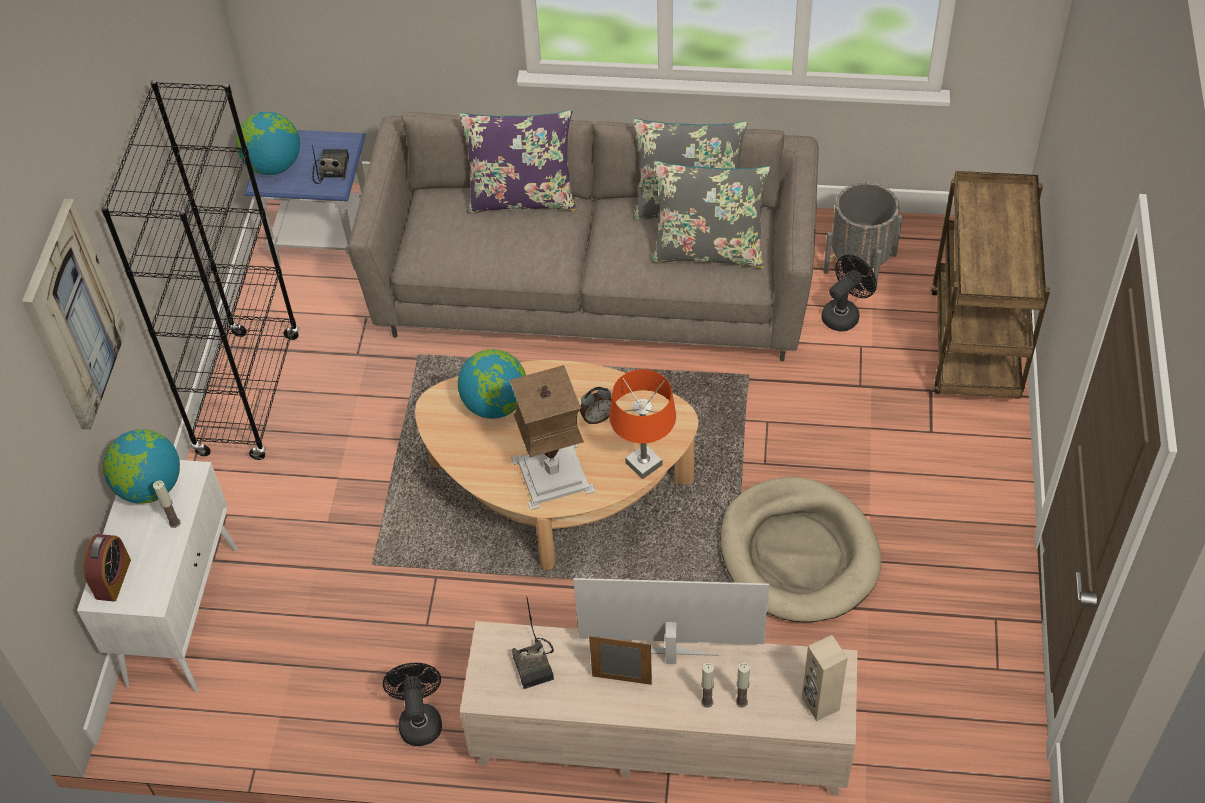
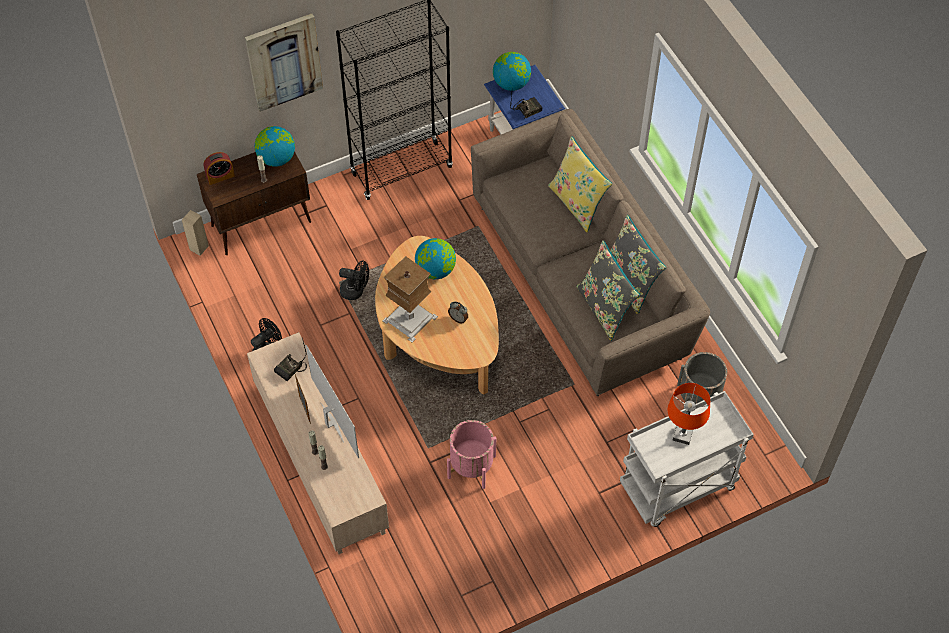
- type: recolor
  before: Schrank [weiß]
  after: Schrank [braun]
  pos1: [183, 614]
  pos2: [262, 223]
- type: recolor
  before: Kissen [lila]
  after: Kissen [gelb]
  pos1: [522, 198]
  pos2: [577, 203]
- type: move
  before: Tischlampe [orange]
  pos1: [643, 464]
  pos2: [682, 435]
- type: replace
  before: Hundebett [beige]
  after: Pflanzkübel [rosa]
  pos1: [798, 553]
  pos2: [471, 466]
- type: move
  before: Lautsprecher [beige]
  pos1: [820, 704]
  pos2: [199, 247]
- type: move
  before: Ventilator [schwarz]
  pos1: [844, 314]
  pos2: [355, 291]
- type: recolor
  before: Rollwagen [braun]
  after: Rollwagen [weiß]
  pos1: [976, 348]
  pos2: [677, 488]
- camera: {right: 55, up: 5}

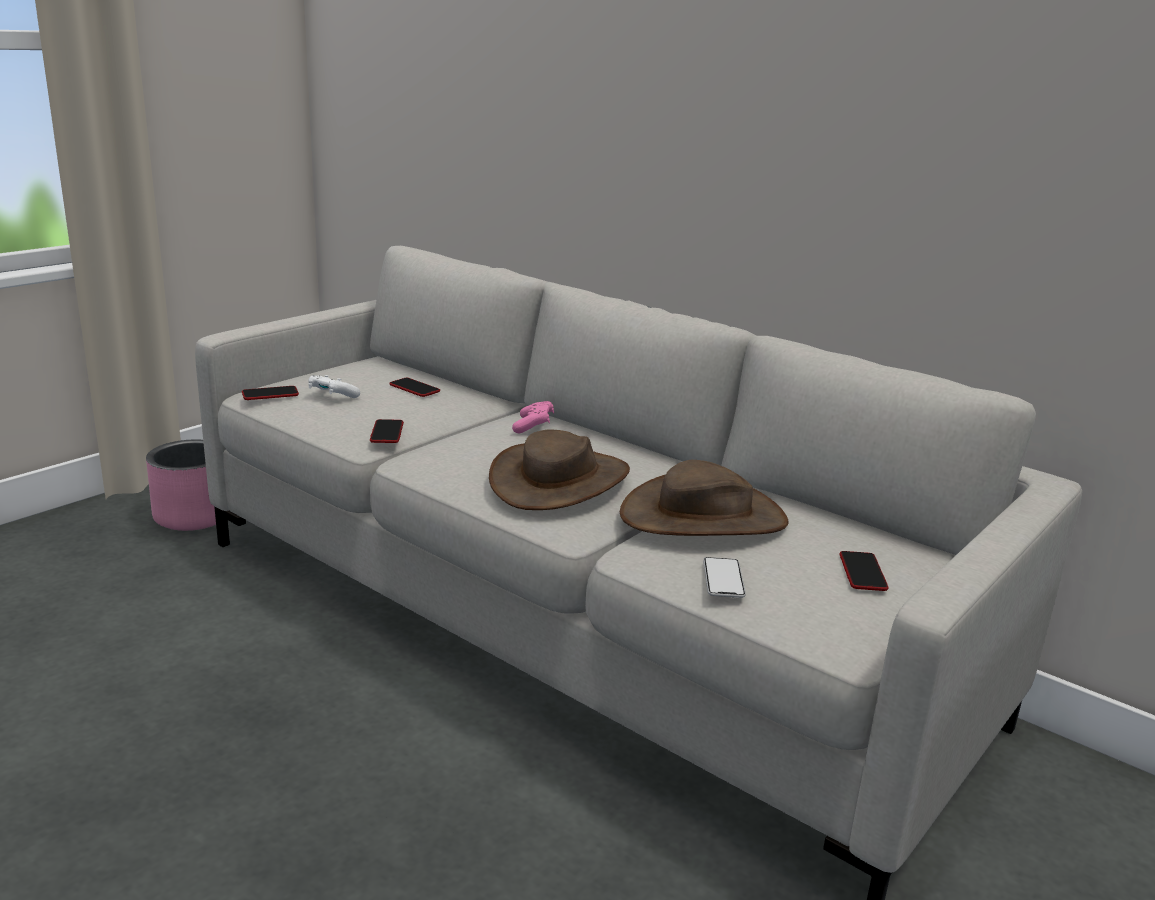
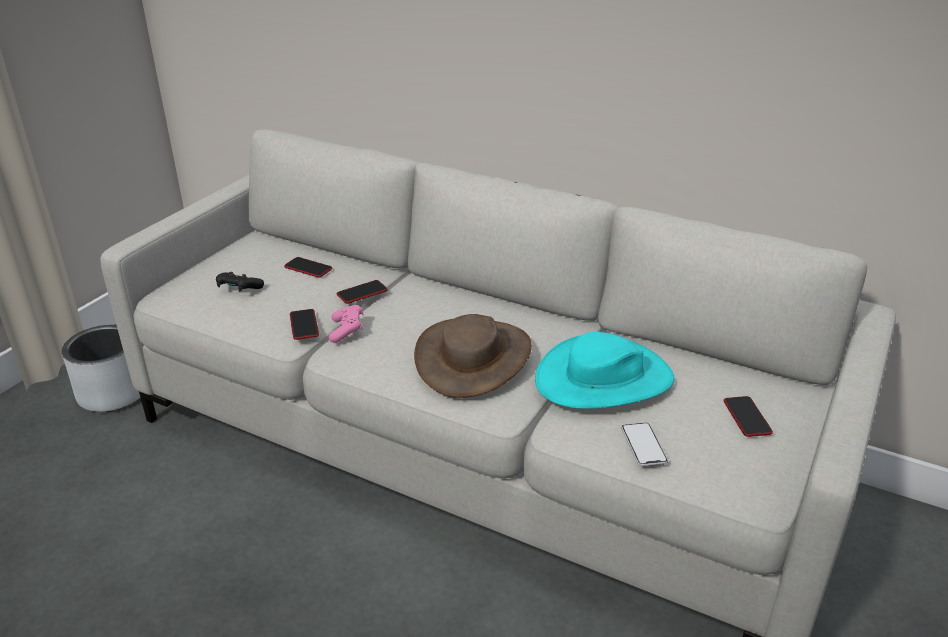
- type: recolor
  before: Pflanzkübel [rosa]
  after: Pflanzkübel [grau]
  pos1: [194, 515]
  pos2: [113, 393]
- type: move
  before: Handy
  pos1: [270, 394]
  pos2: [362, 293]
- type: recolor
  before: Gamepad [weiß]
  after: Gamepad [schwarz]
  pos1: [332, 396]
  pos2: [239, 290]
- type: move
  before: Gamepad [rosa]
  pos1: [533, 426]
  pos2: [347, 331]
- type: recolor
  before: Hut [braun]
  after: Hut [türkis]
  pos1: [703, 517]
  pos2: [604, 379]
- camera: {right: -10, up: 10}

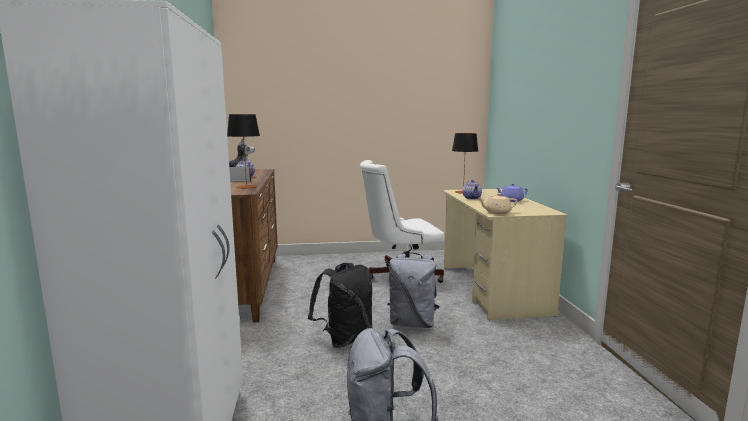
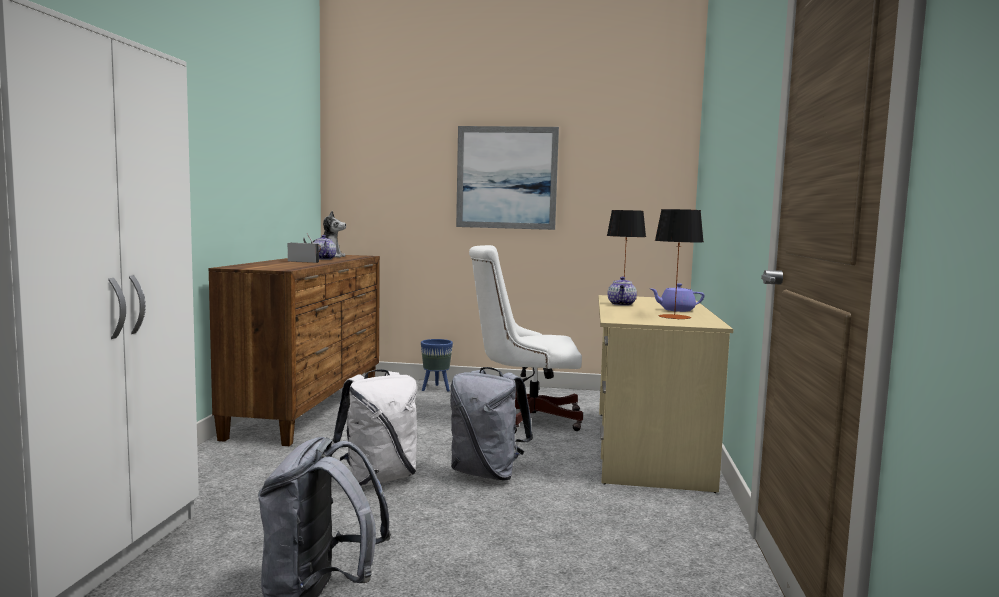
- type: move
  before: Tischlampe
  pos1: [246, 187]
  pos2: [674, 317]
- type: recolor
  before: Rucksack [schwarz]
  after: Rucksack [weiß]
  pos1: [345, 338]
  pos2: [378, 478]
- type: delete
  before: Teekanne [beige]
  pos1: [497, 212]
- type: insert
  after: Pflanzkübel [blau]
  pos2: [436, 389]
- type: insert
  after: Bild
  pos2: [506, 178]
- camera: {right: 15, up: -5}

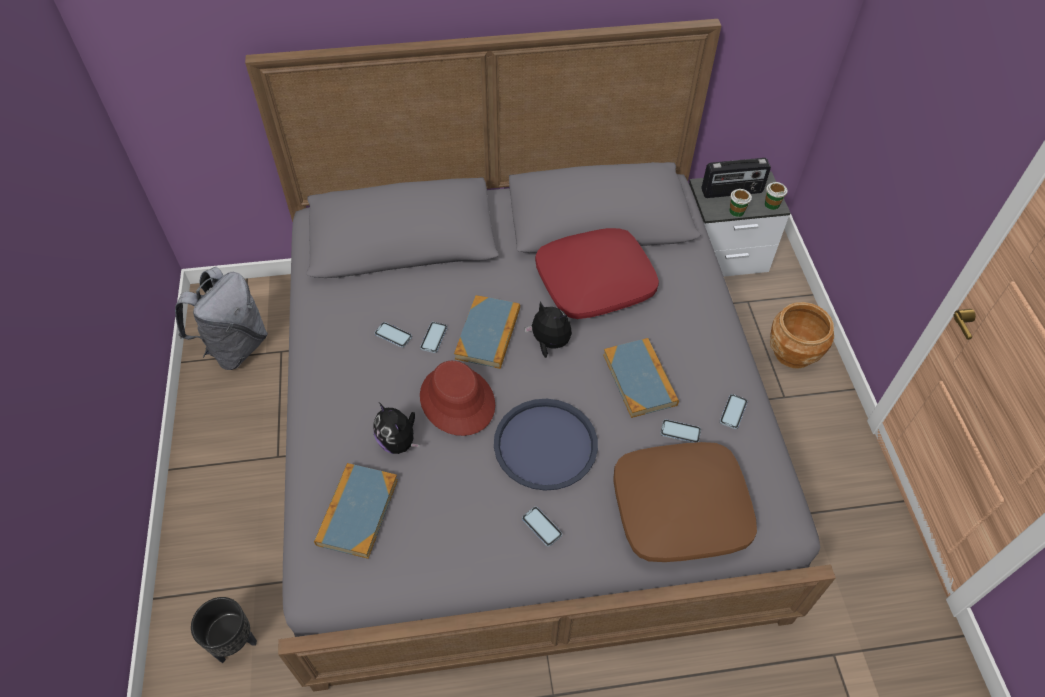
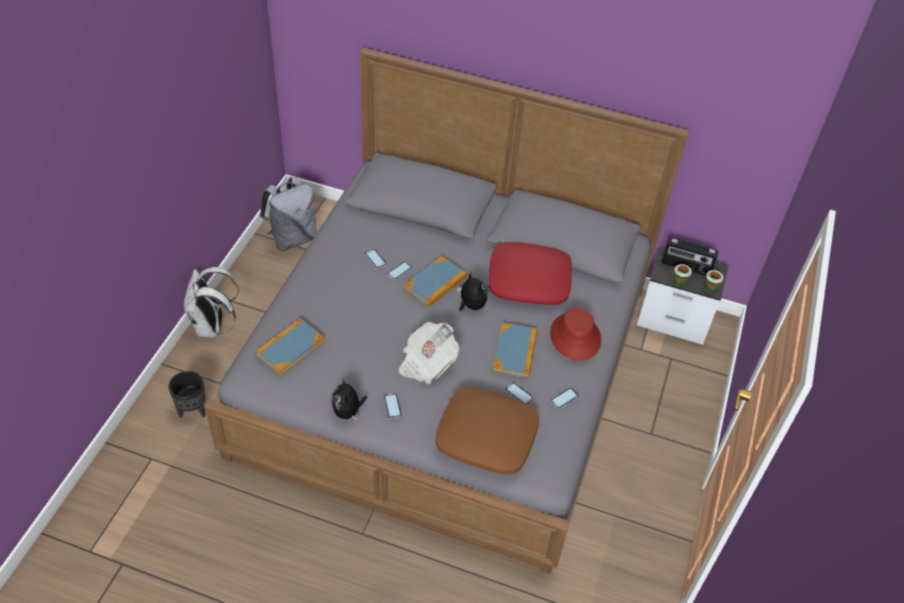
- type: move
  before: Plüschtier
  pos1: [398, 442]
  pos2: [348, 412]
- type: move
  before: Hut [rot]
  pos1: [457, 401]
  pos2: [575, 337]
- type: replace
  before: Tablett [blau]
  after: Zeitung
  pos1: [545, 445]
  pos2: [426, 363]
- type: delete
  before: Pflanzkübel [braun]
  pos1: [793, 352]
- type: insert
  after: Rucksack [weiß]
  pos2: [212, 327]
- camera: {right: 25, up: -5}

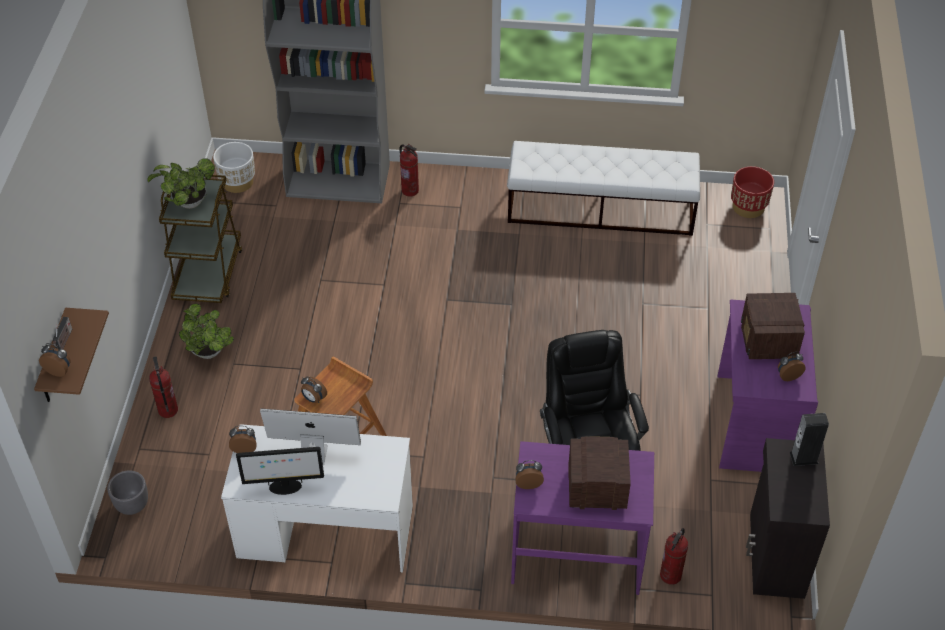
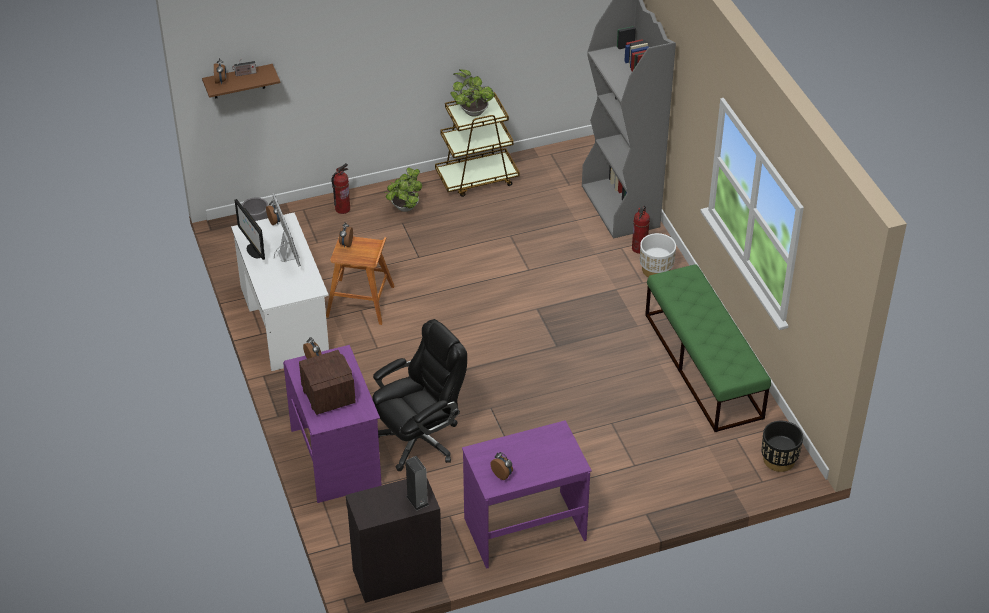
- type: move
  before: Pflanzkübel [weiß]
  pos1: [237, 182]
  pos2: [656, 270]
- type: recolor
  before: Bank [weiß]
  after: Bank [grün]
  pos1: [601, 209]
  pos2: [703, 366]
- type: delete
  before: Feuerlöscher
  pos1: [671, 575]
- type: recolor
  before: Pflanzkübel [rot]
  after: Pflanzkübel [schwarz]
  pos1: [748, 207]
  pos2: [779, 460]
- type: delete
  before: Radio
  pos1: [768, 342]
- camera: {right: 65, up: -5}

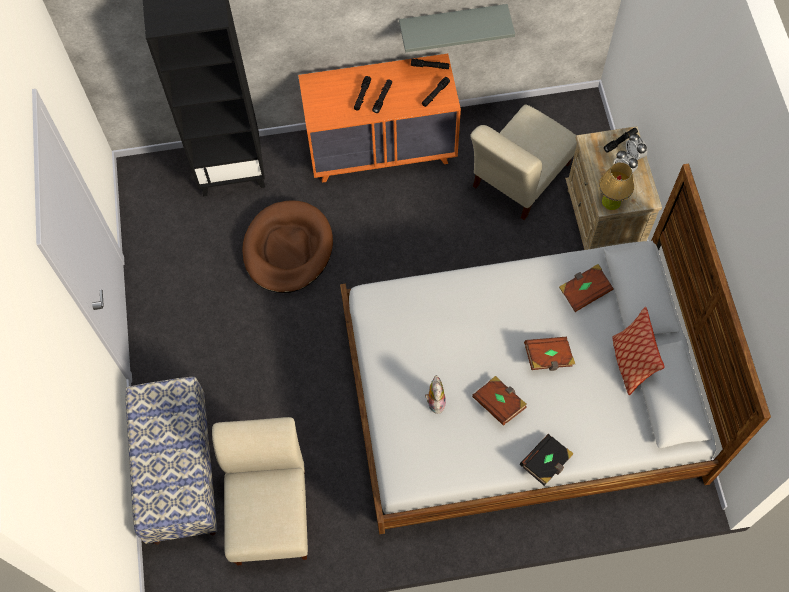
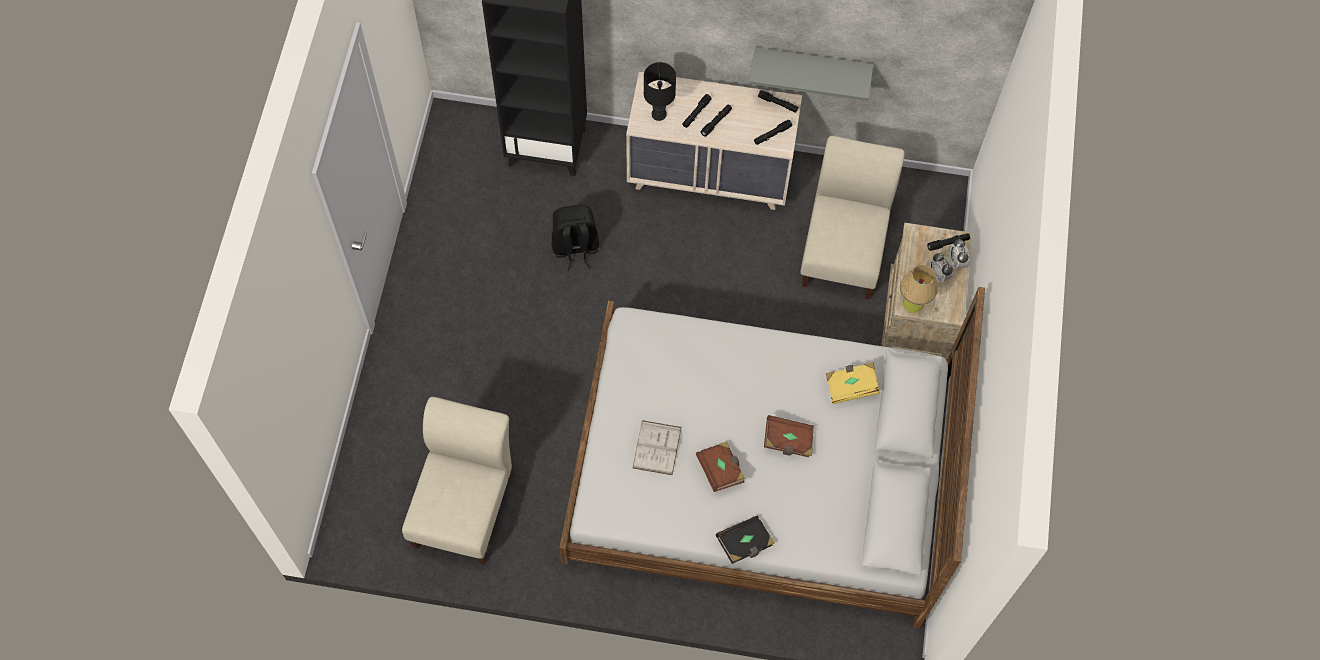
- type: delete
  before: Bank
  pos1: [179, 471]
- type: replace
  before: Hundebett [braun]
  after: Rucksack [schwarz]
  pos1: [288, 249]
  pos2: [575, 248]
- type: recolor
  before: Kommode [orange]
  after: Kommode [beige]
  pos1: [382, 150]
  pos2: [710, 174]
- type: replace
  before: Plüschtier
  after: Buch [weiß]
  pos1: [435, 402]
  pos2: [657, 447]
- type: rotate
  before: Stuhl [beige]
  pos1: [518, 178]
  pos2: [844, 249]
  turn: 135
- type: recolor
  before: Buch [braun]
  after: Buch [gelb]
  pos1: [584, 291]
  pos2: [851, 386]
- type: delete
  before: Kissen
  pos1: [630, 363]
- type: insert
  after: Tischlampe [schwarz]
  pos2: [658, 115]
- camera: {right: 15, up: 0}

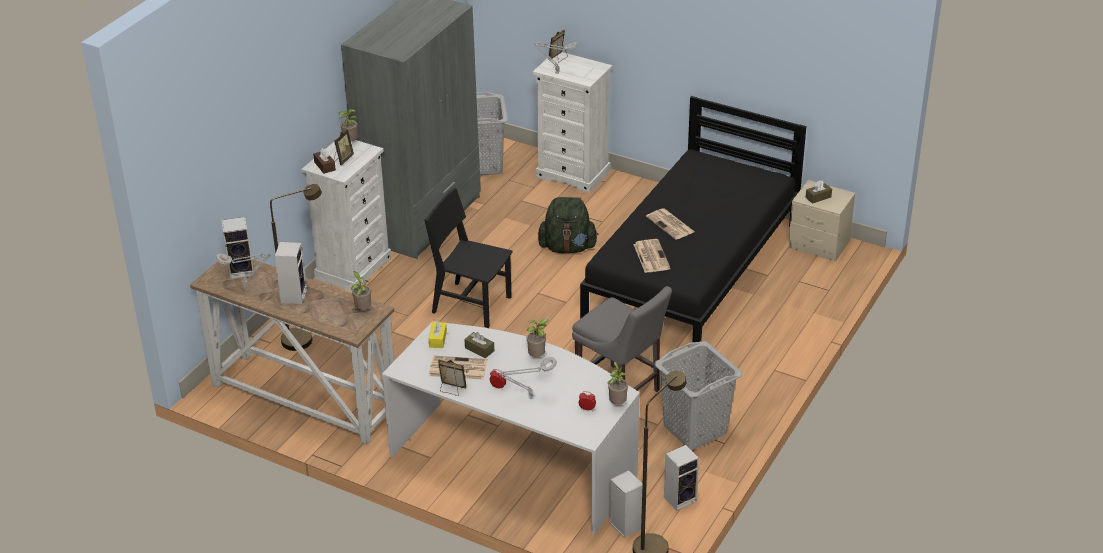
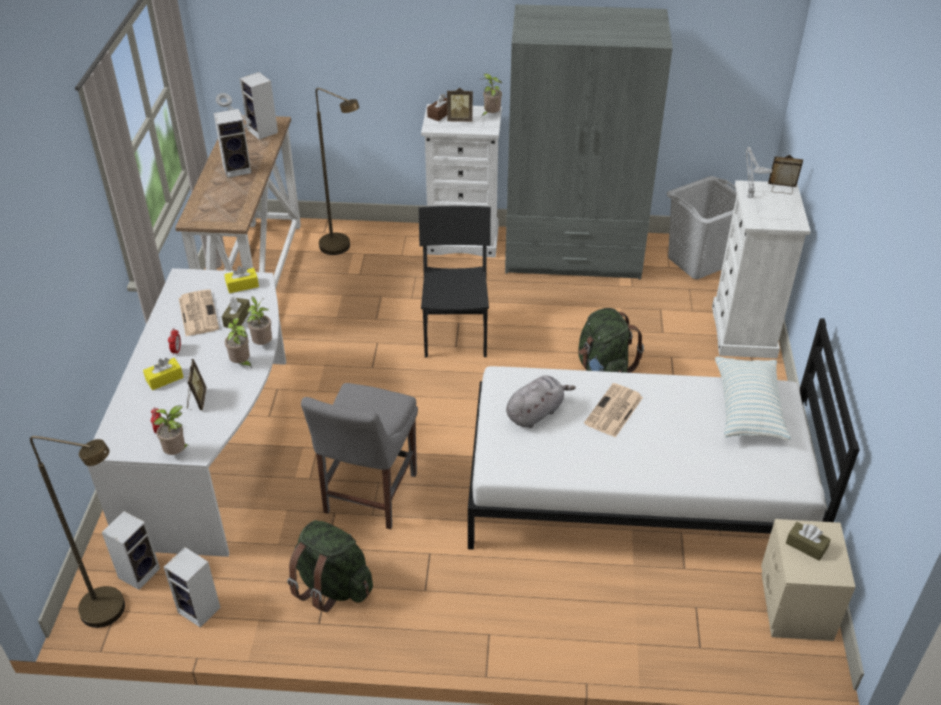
- type: move
  before: Topfpflanze
  pos1: [362, 310]
  pos2: [263, 343]
- type: move
  before: Bilderrahmen
  pos1: [451, 389]
  pos2: [196, 400]
- type: replace
  before: Tischlampe [grau]
  after: Taschentuchbox [gelb]
  pos1: [529, 398]
  pos2: [164, 379]
- type: recolor
  before: Bett [schwarz]
  after: Bett [weiß]
  pos1: [693, 272]
  pos2: [637, 491]
- type: replace
  before: Zeitung
  after: Plüschtier [grau]
  pos1: [651, 256]
  pos2: [536, 412]
- type: replace
  before: Wäschekorb [grau]
  after: Rucksack [grün]
  pos1: [695, 429]
  pos2: [332, 586]
- type: insert
  after: Kissen
  pos2: [748, 409]
- camera: {right: 65, up: 5}

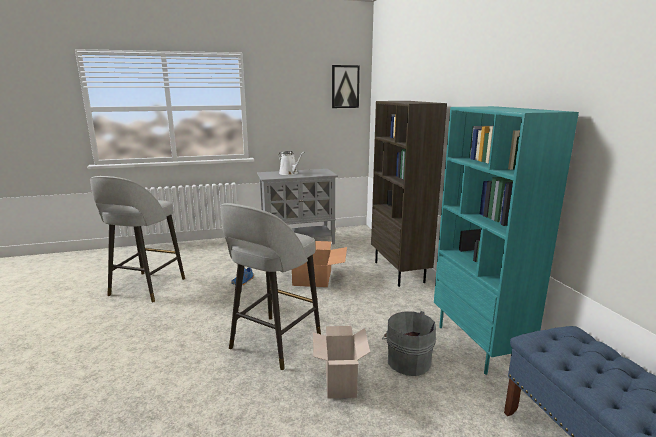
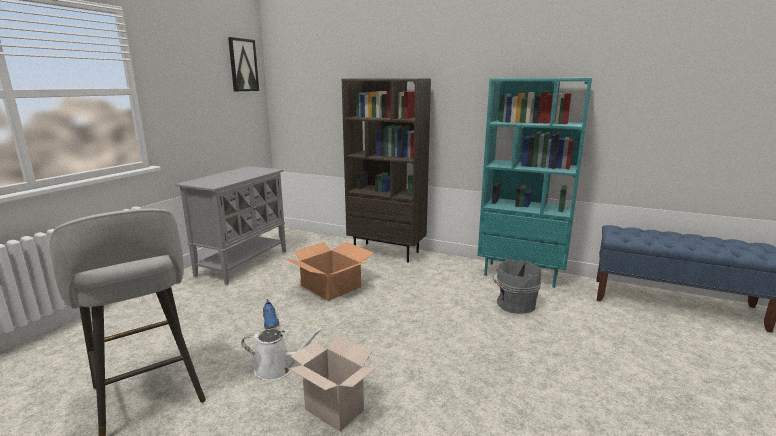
- type: delete
  before: Hocker [grau]
  pos1: [273, 343]
- type: move
  before: Gießkanne [weiß]
  pos1: [289, 173]
  pos2: [277, 368]
- type: move
  before: Karton
  pos1: [339, 383]
  pos2: [332, 410]
- camera: {right: -50, up: 0}

